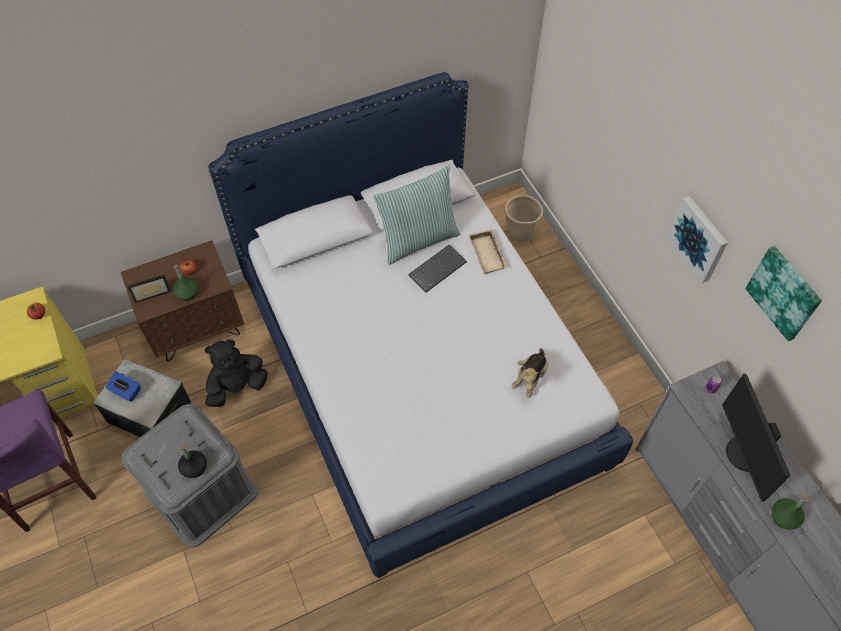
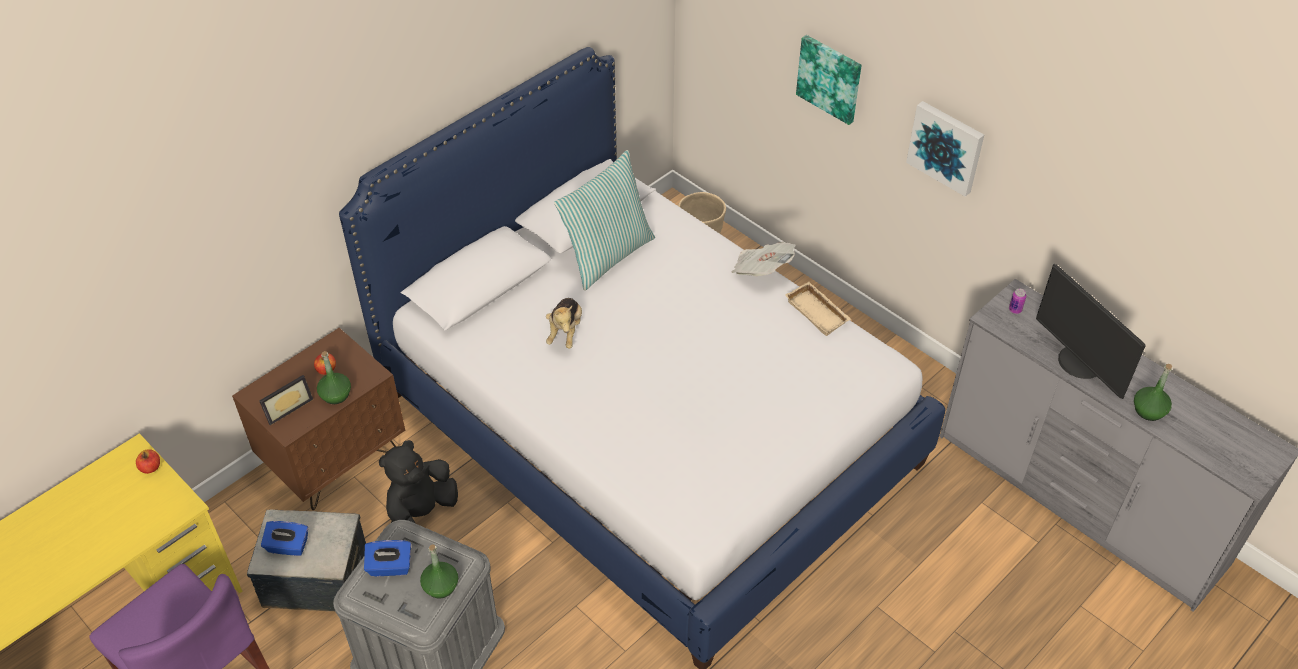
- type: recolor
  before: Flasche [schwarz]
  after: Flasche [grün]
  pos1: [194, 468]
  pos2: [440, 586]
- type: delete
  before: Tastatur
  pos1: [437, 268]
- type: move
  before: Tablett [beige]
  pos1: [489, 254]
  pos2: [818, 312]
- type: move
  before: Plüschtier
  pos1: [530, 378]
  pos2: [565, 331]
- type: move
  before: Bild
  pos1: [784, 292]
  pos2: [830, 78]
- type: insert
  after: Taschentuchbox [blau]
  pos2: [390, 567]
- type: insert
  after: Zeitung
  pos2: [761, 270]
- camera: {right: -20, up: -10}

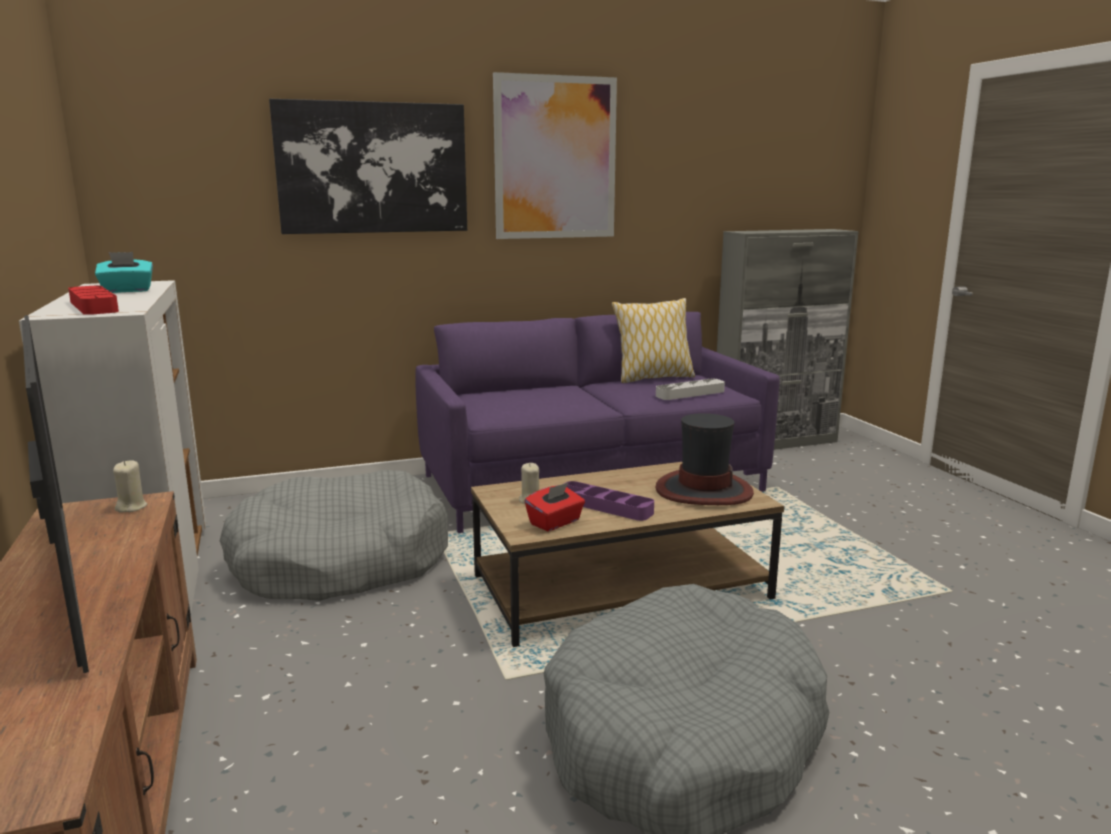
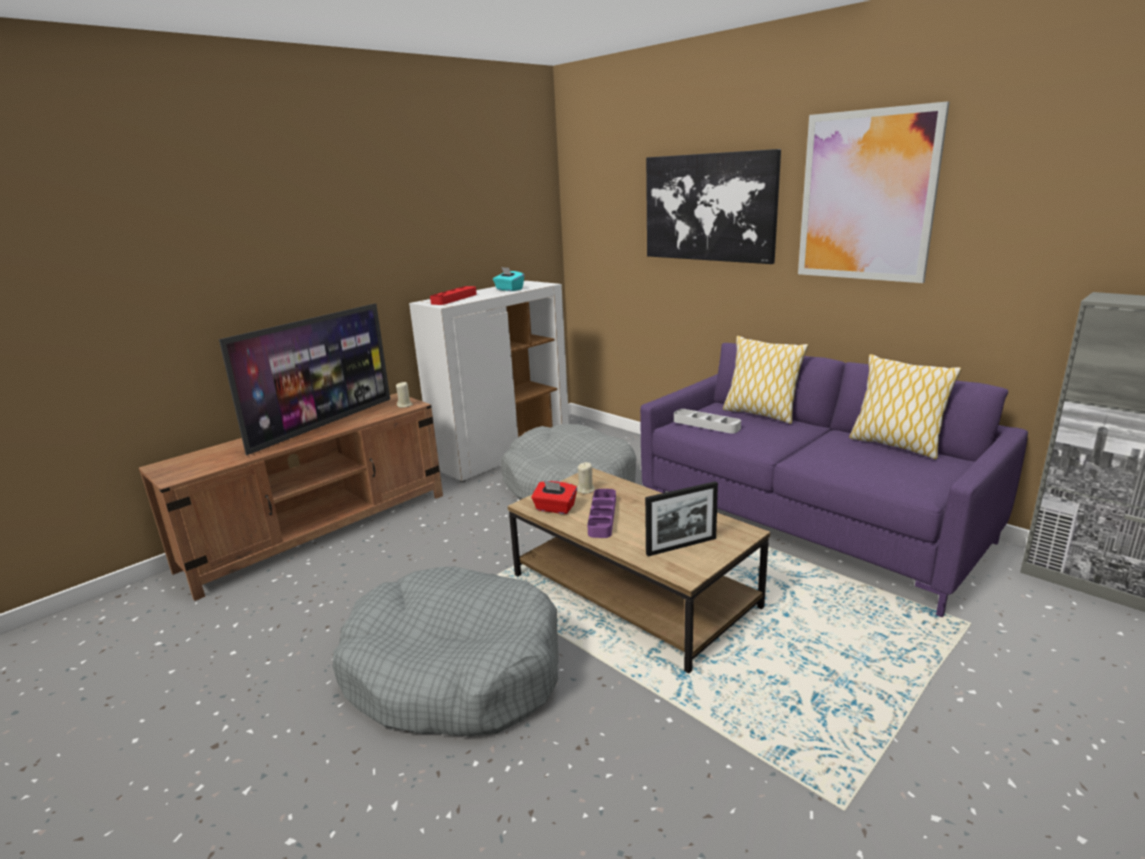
- type: replace
  before: Hut
  after: Bilderrahmen
  pos1: [703, 490]
  pos2: [681, 546]
- type: move
  before: Tablett [grau]
  pos1: [690, 393]
  pos2: [706, 425]
- type: insert
  after: Kissen
  pos2: [760, 414]
- camera: {right: 65, up: 5}

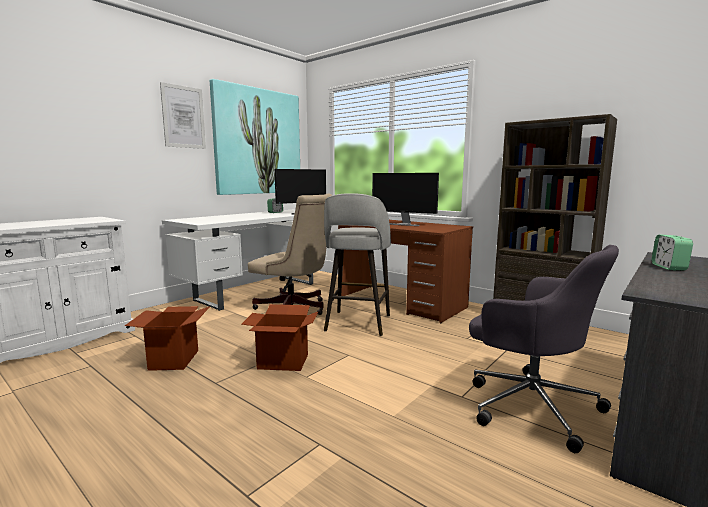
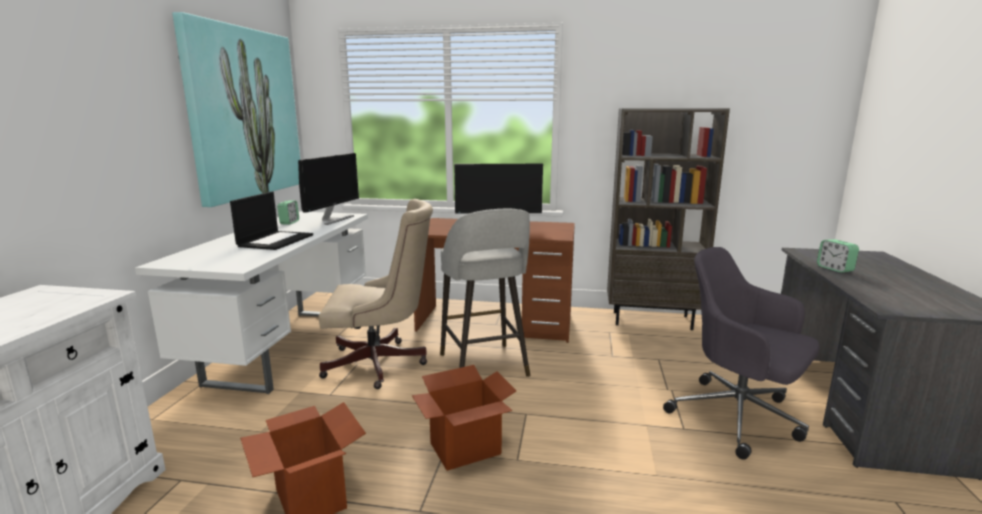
- type: delete
  before: Bild
  pos1: [183, 117]
- type: rotate
  before: Bürostuhl [grau]
  pos1: [529, 404]
  pos2: [738, 417]
  turn: -150
- type: insert
  after: Laptop
  pos2: [276, 240]
- camera: {right: -30, up: 5}

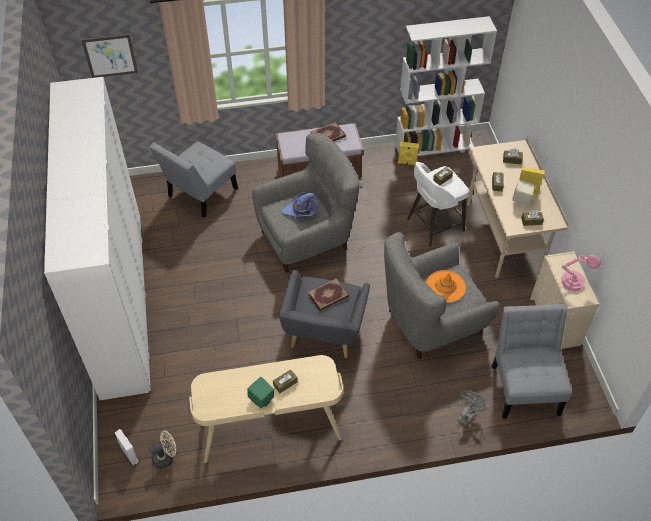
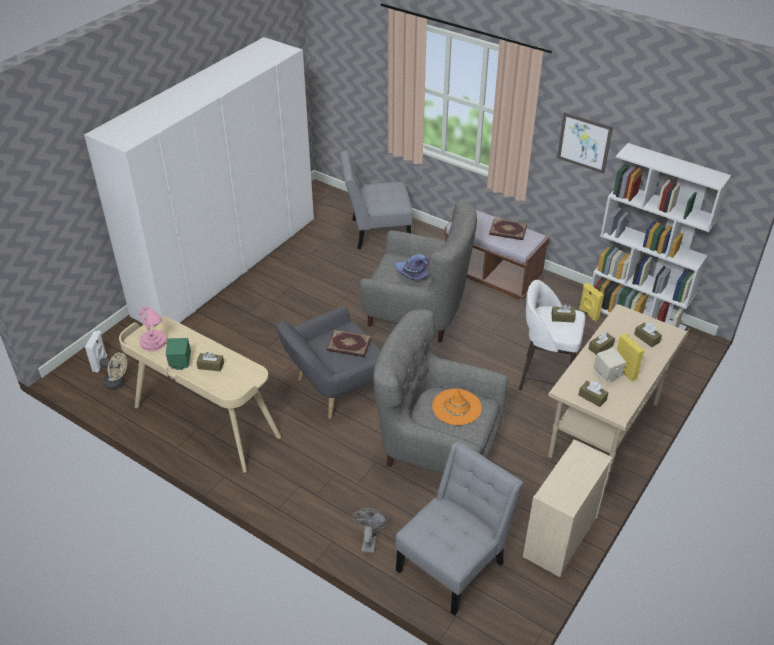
- type: move
  before: Bild
  pos1: [110, 56]
  pos2: [584, 142]
- type: rotate
  before: Ventilator [grau]
  pos1: [467, 414]
  pos2: [369, 541]
  turn: -75
- type: move
  before: Tischlampe [rosa]
  pos1: [574, 282]
  pos2: [154, 343]
- camera: {right: 45, up: -10}

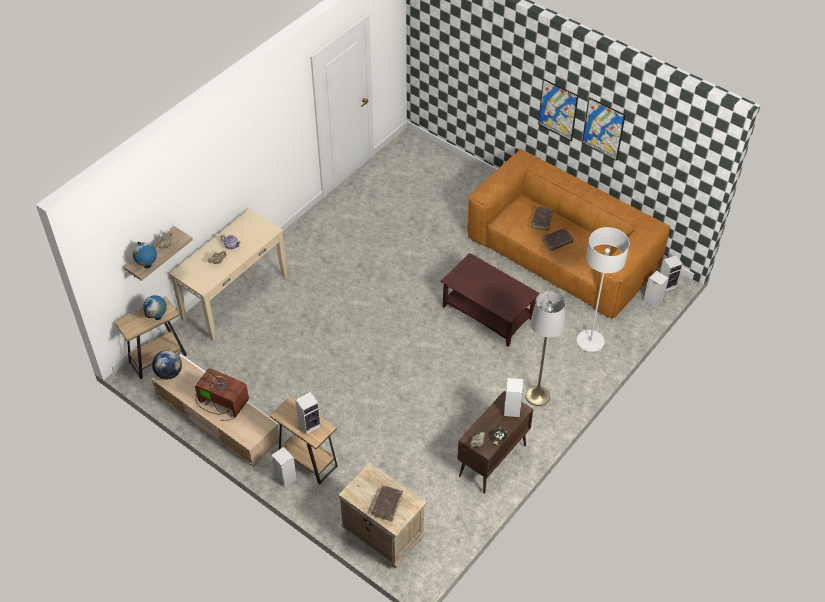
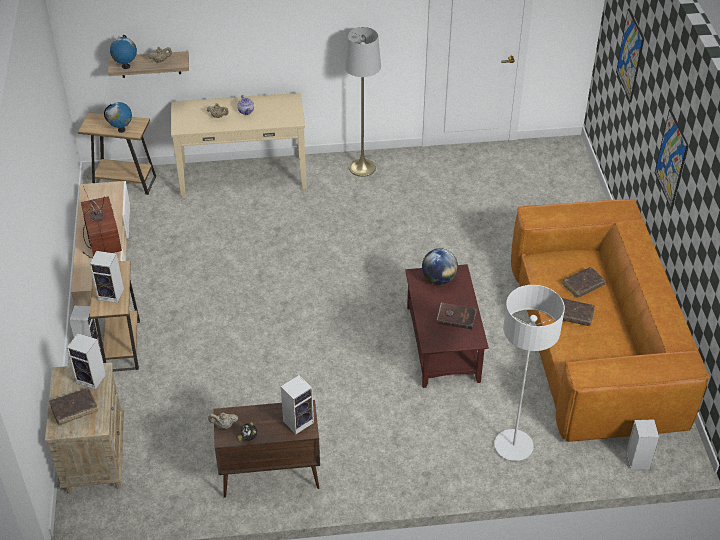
- type: move
  before: Globus
  pos1: [169, 373]
  pos2: [438, 279]
- type: move
  before: Stehlampe [grau]
  pos1: [537, 395]
  pos2: [362, 168]
- type: move
  before: Bild
  pos1: [603, 129]
  pos2: [630, 55]
- type: move
  before: Lautsprecher
  pos1: [667, 284]
  pos2: [92, 379]
- type: insert
  after: Buch [braun]
  pos2: [456, 317]
- camera: {right: 45, up: -5}

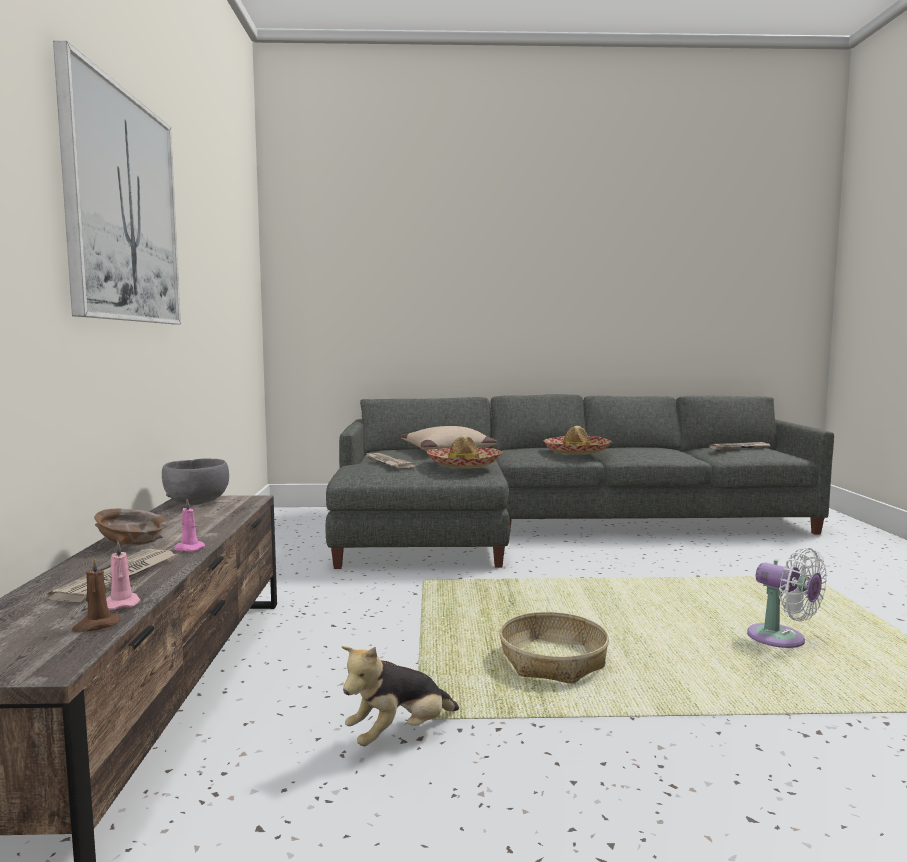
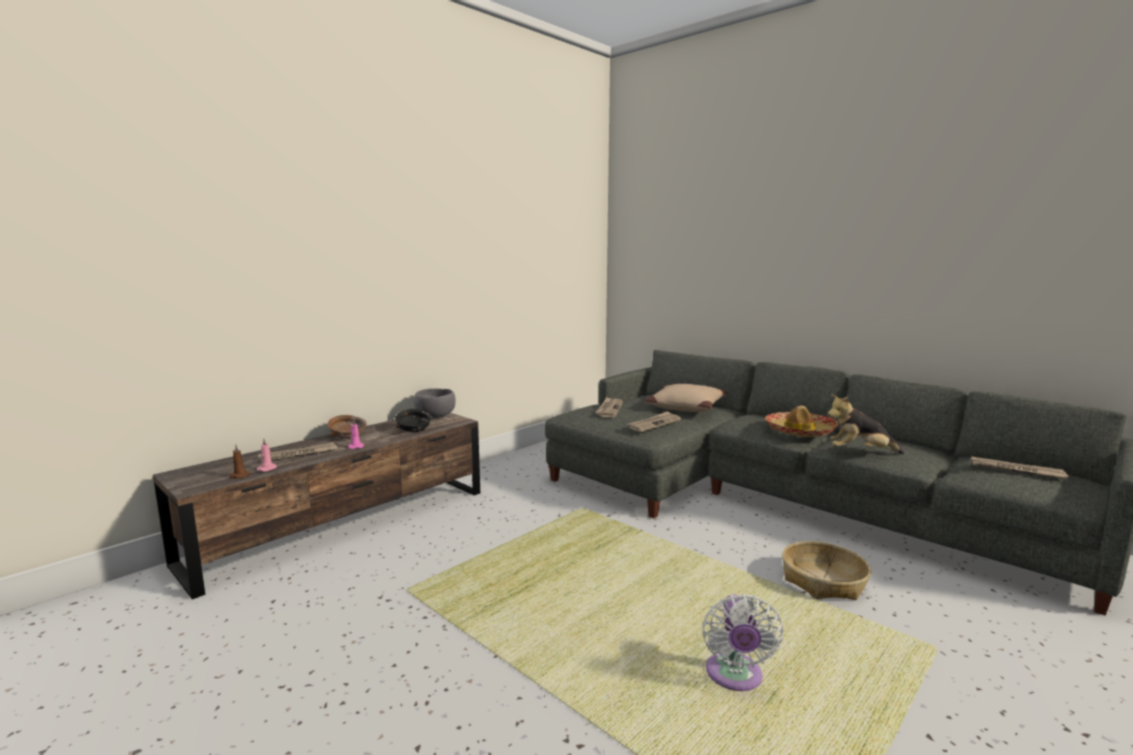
- type: delete
  before: Bild
  pos1: [123, 208]
- type: move
  before: Plüschtier
  pos1: [399, 735]
  pos2: [860, 452]
- type: replace
  before: Hut
  after: Zeitung
  pos1: [464, 465]
  pos2: [654, 424]
- type: move
  before: Korb
  pos1: [552, 661]
  pos2: [823, 581]
- type: insert
  after: Schüssel [schwarz]
  pos2: [413, 430]
- camera: {right: 45, up: 5}

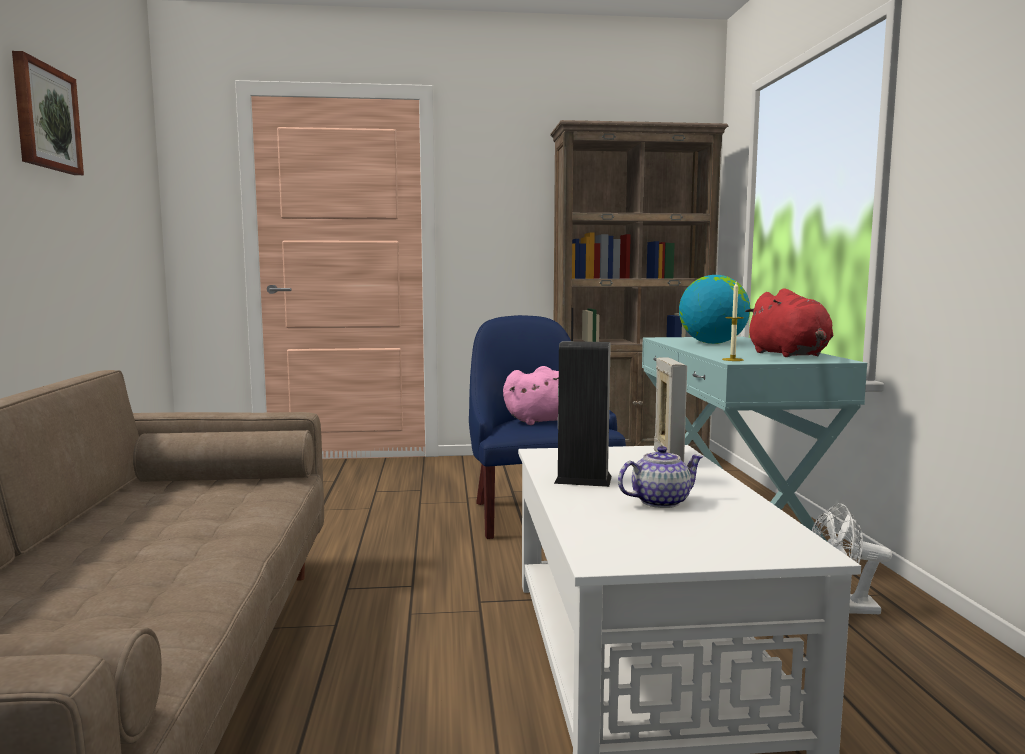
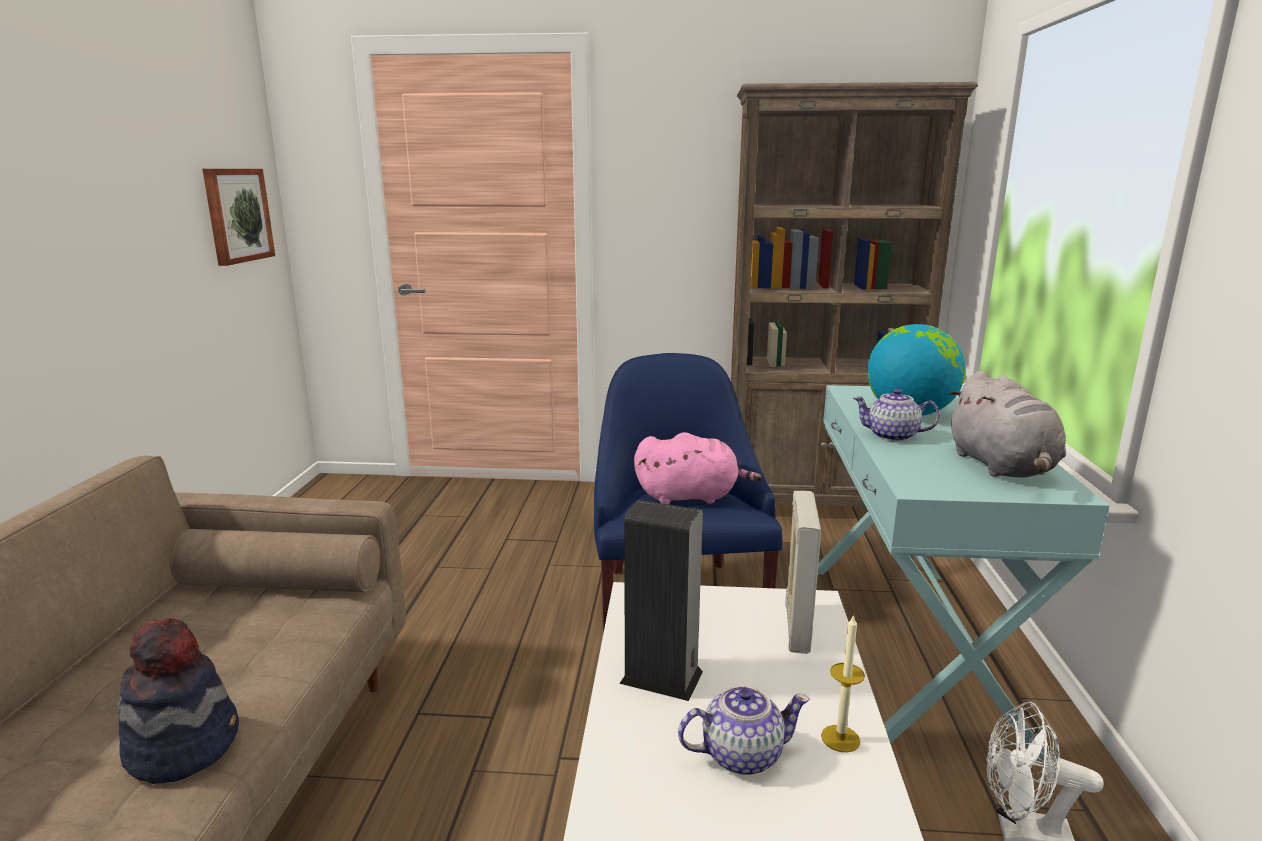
- type: move
  before: Bild
  pos1: [45, 117]
  pos2: [237, 215]
- type: move
  before: Kerze
  pos1: [732, 359]
  pos2: [840, 738]
- type: recolor
  before: Plüschtier [rot]
  after: Plüschtier [grau]
  pos1: [790, 355]
  pos2: [1002, 467]
- type: insert
  after: Hut
  pos2: [184, 745]
- type: insert
  after: Teekanne
  pos2: [893, 436]
- camera: {right: 10, up: 10}

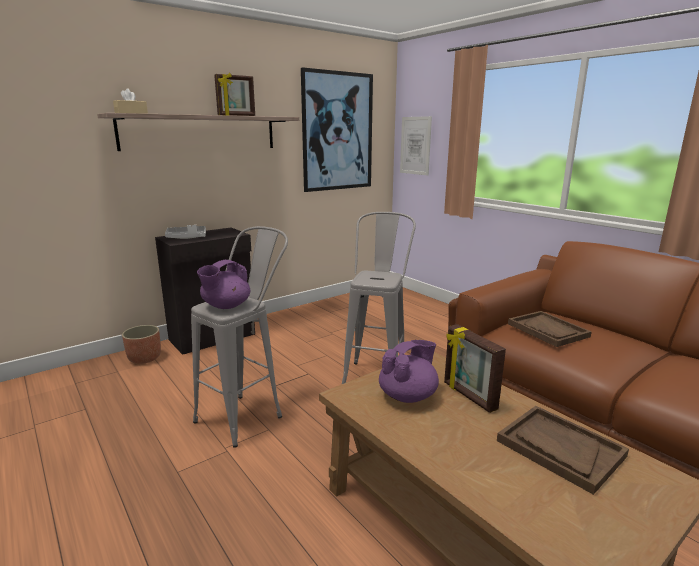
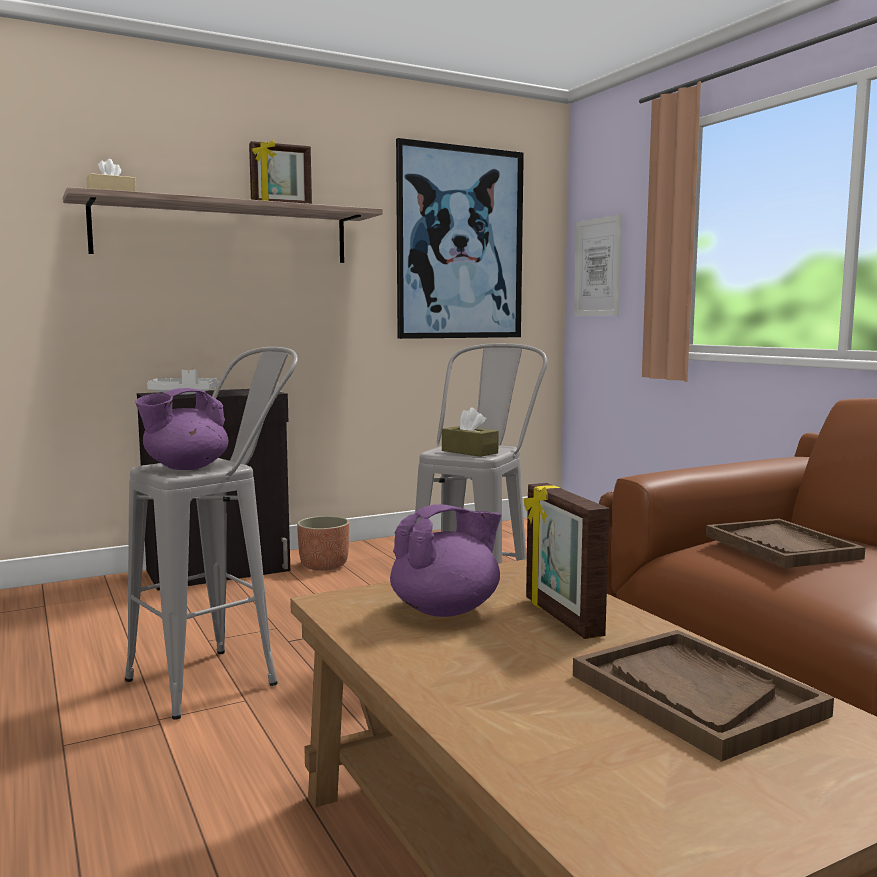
- type: move
  before: Pflanzkübel
  pos1: [144, 358]
  pos2: [323, 566]
- type: insert
  after: Taschentuchbox [braun]
  pos2: [469, 452]
- camera: {right: 10, up: -10}

